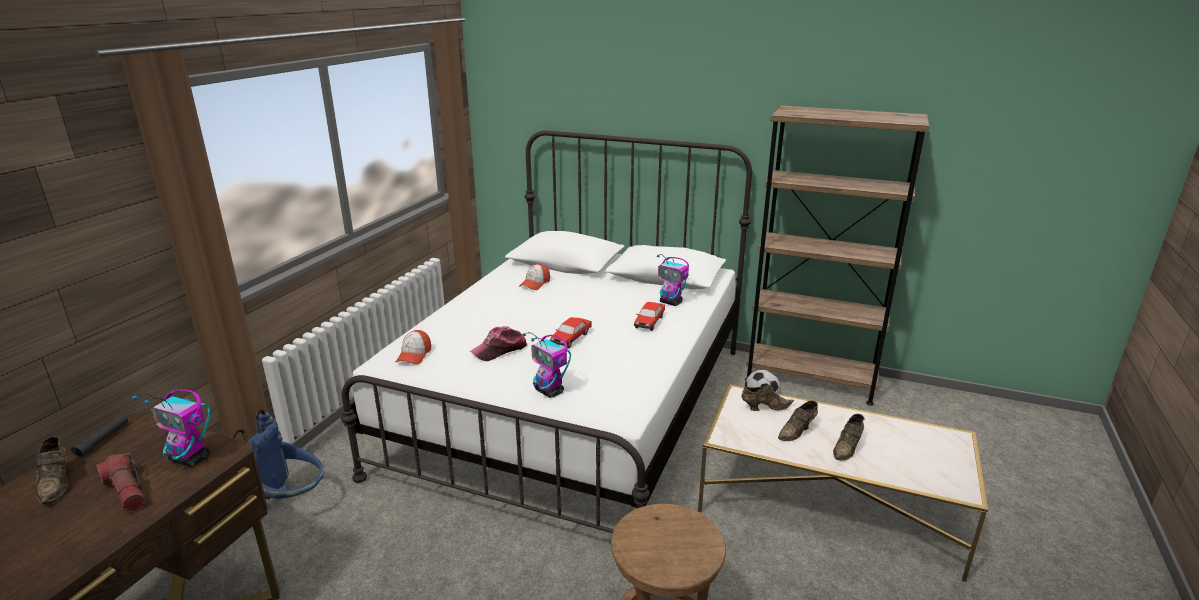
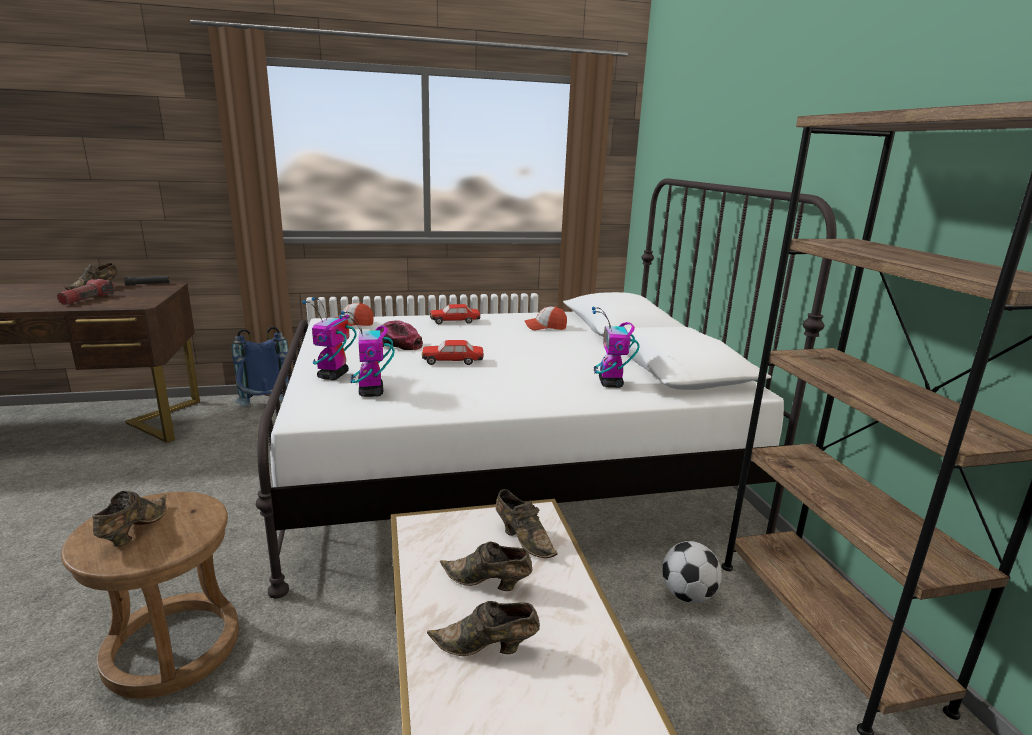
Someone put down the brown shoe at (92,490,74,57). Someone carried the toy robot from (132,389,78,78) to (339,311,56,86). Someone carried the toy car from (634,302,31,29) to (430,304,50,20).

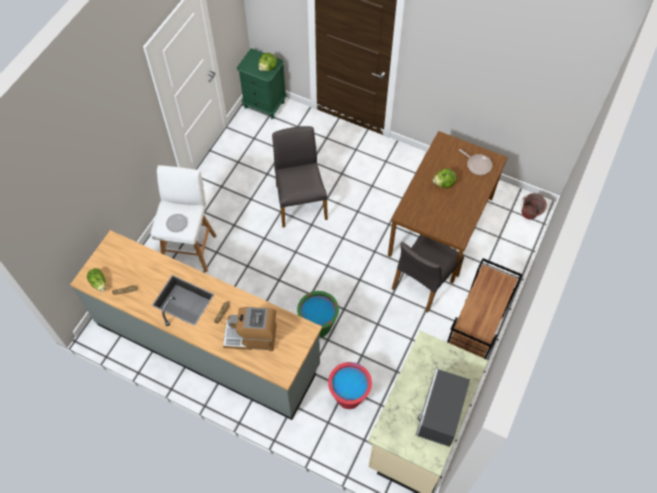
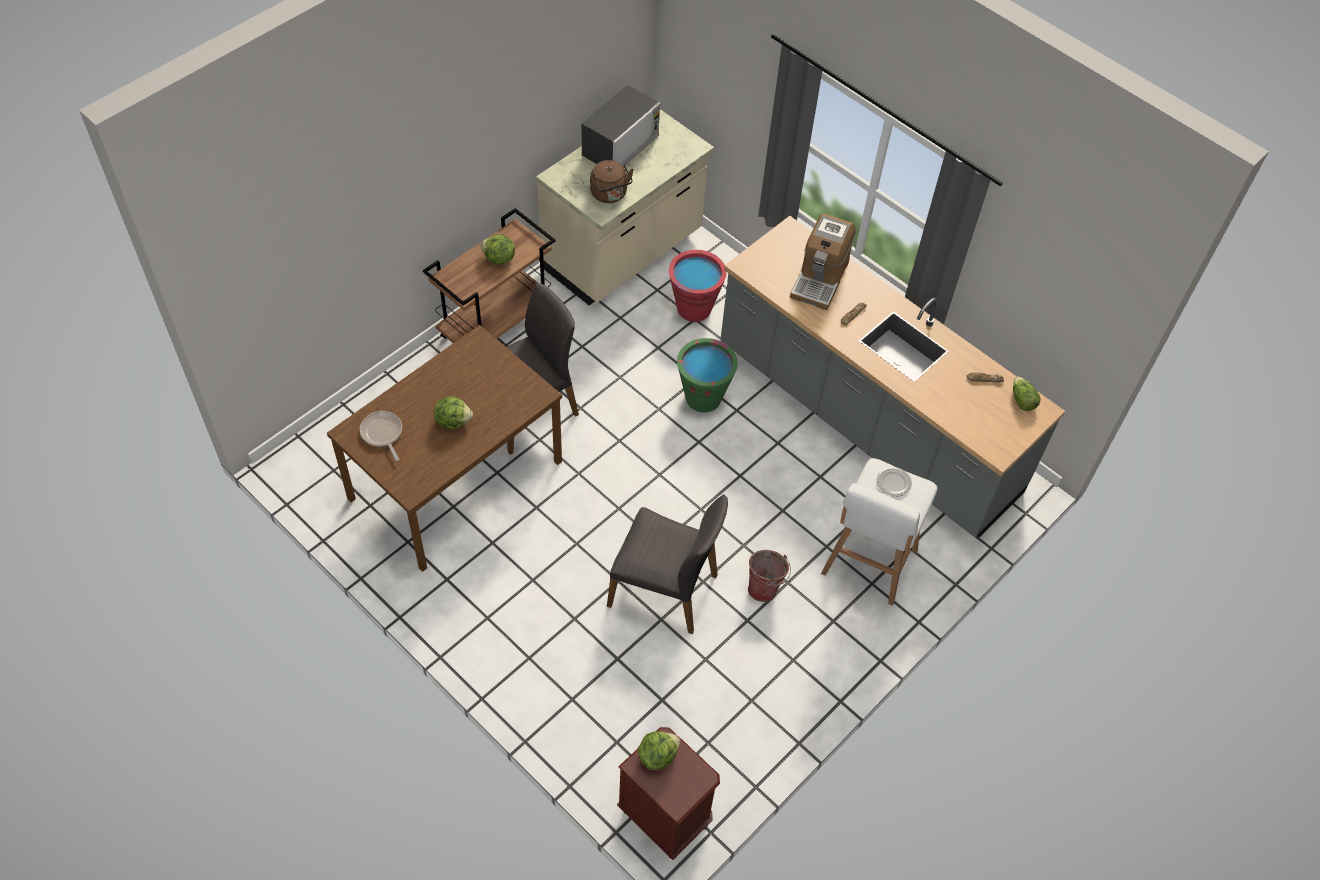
Someone put down the lettuce at (480,235,35,29). Someone put down the brown kettle at (590,160,44,43). Someone rotated the grey chair at (272,126,56,102) by 75 degrees counterclockwise. Someone repainted the green nightstand at (237,48,50,71), which became the brown nightstand at (617,727,103,133). Someone carried the bucket from (521,193,26,26) to (748,550,43,52). Someone rotated the coffee machine at (223,307,54,44) by 90 degrees clockwise.

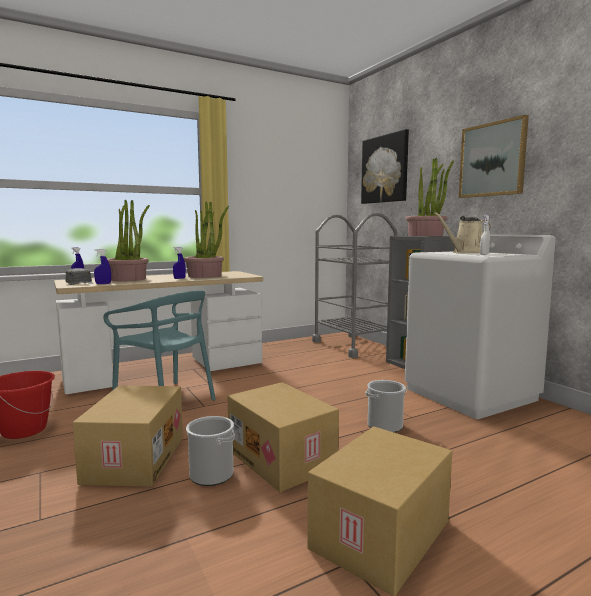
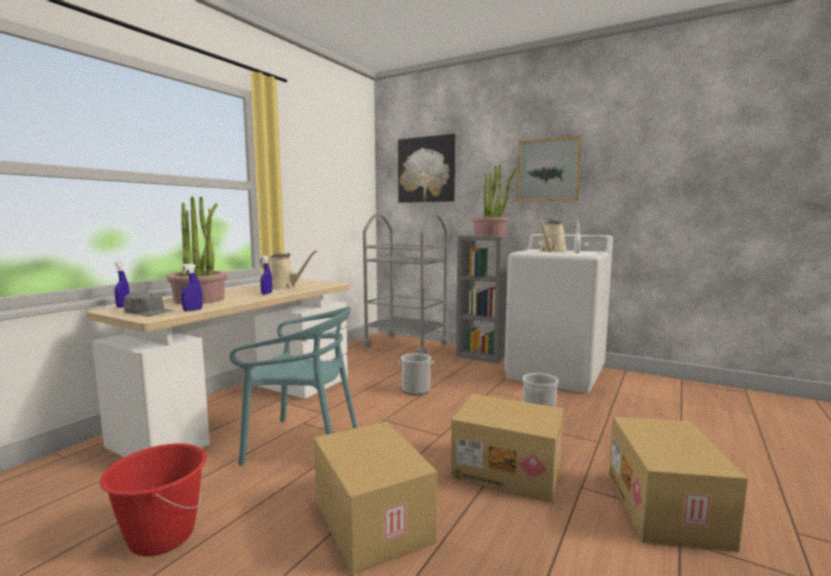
Someone swapped the potted plant at (184,201,45,77) for the beige watering can at (260,250,57,40). Someone carried the bucket from (186,416,49,70) to (398,353,36,42).

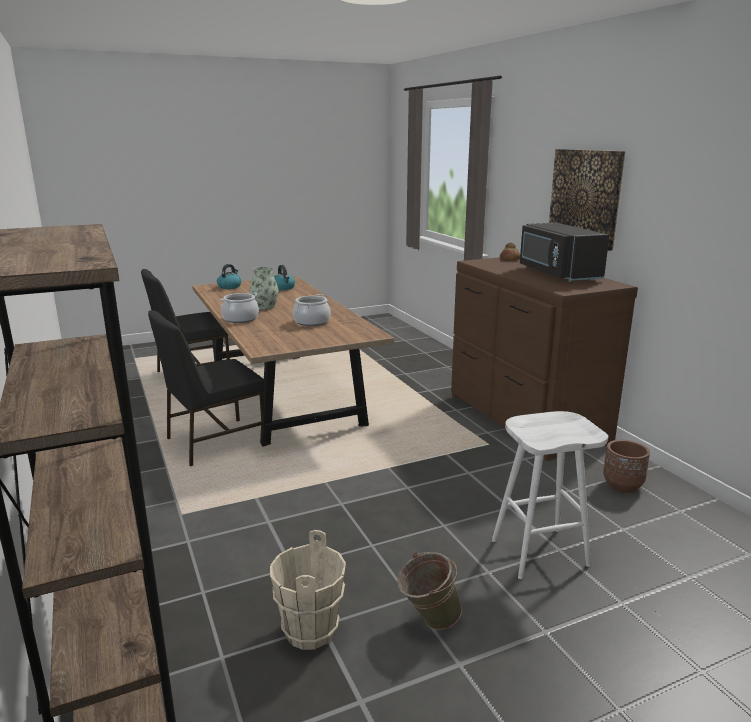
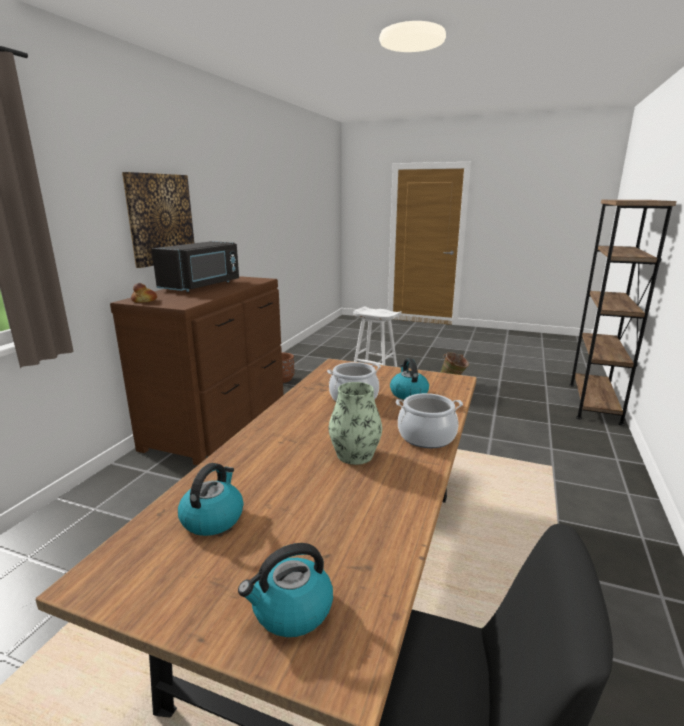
Someone put down the kettle at (390,358,39,42). Someone took away the black chair at (148,310,119,156). Someone took away the beige bucket at (270,530,76,120).

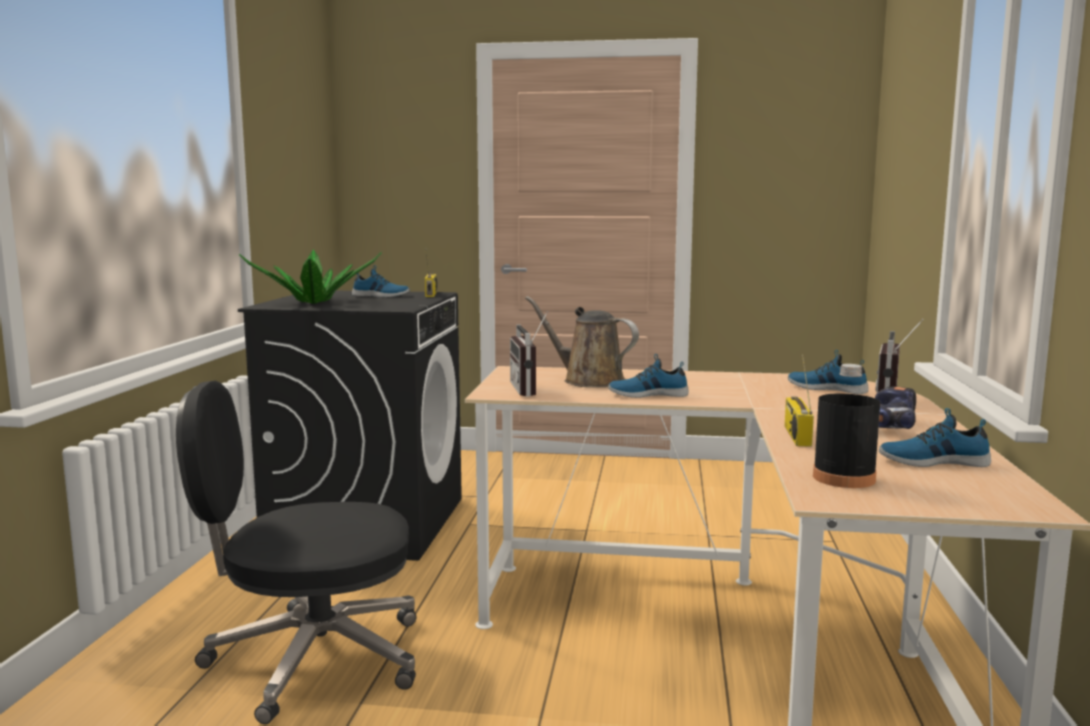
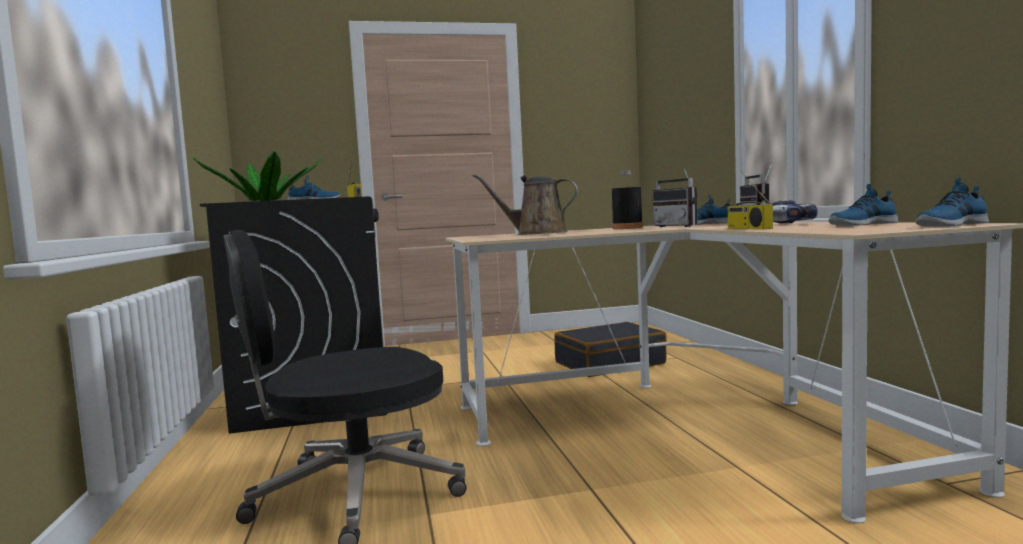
Someone put down the black suitcase at (554,322,113,55). Someone carried the black bottle from (813,364,67,124) to (612,170,31,59). Someone carried the radio from (510,311,38,86) to (652,167,46,60). Someone carried the shoe from (608,354,81,44) to (916,178,73,48).

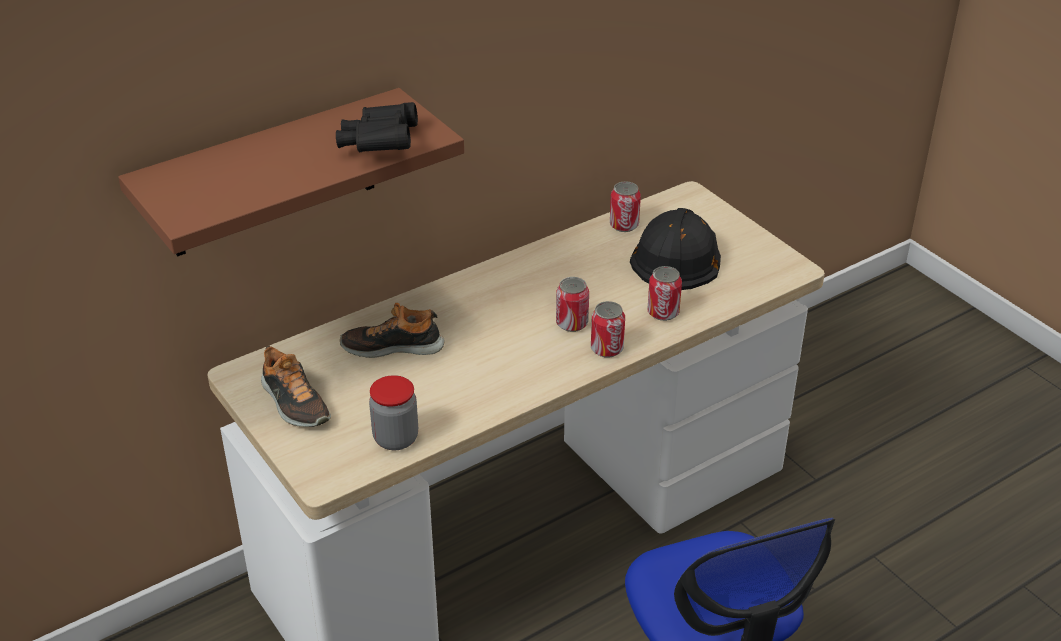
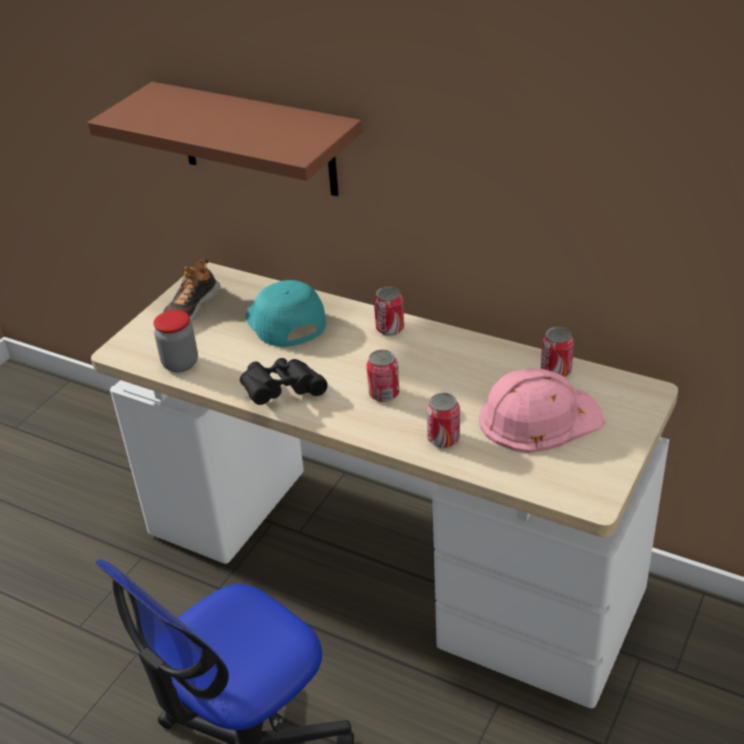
Someone carried the black binoculars from (336,102,82,50) to (240,358,88,47). Someone swapped the shoe at (340,303,105,55) for the turquoise cap at (246,280,80,67). Someone carried the can from (591,301,34,57) to (374,286,30,50). Someone repainted the black hard hat at (630,208,91,82), which became the pink hard hat at (479,368,126,85).

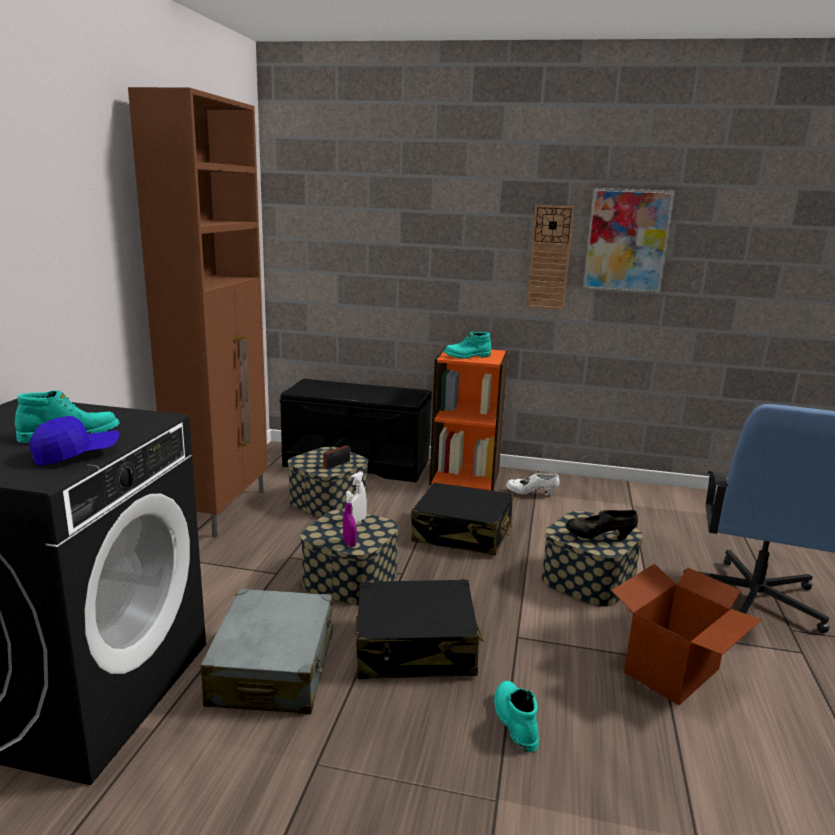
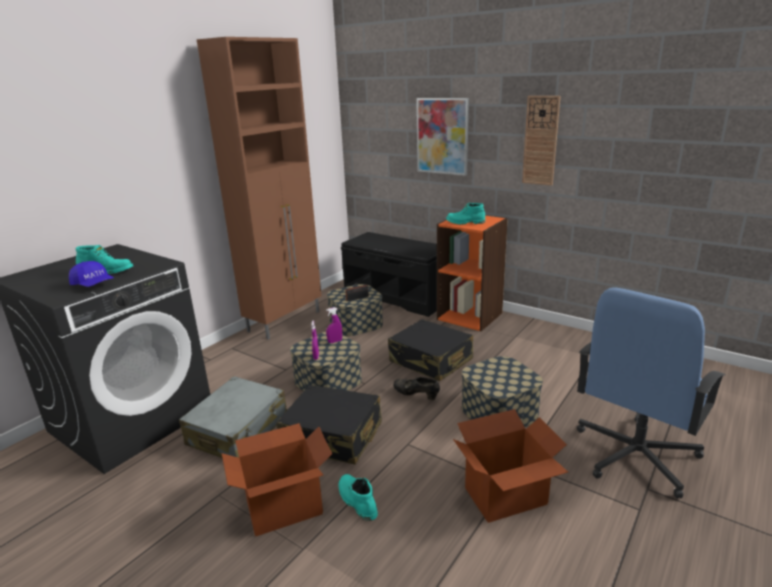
Someone rotated the blue cap at (30,416,90,50) by 45 degrees clockwise. Someone put down the cardboard box at (222,423,110,113). Someone repainted the white spray bottle at (351,472,16,51), which became the purple spray bottle at (326,307,16,36). Someone rotated the turquoise boot at (494,681,45,71) by 45 degrees counterclockwise. Someone carried the black shoe from (566,510,72,30) to (393,377,47,23). Someone carried the picture from (583,188,92,105) to (417,98,52,78). Someone took away the white shoe at (506,473,53,23).

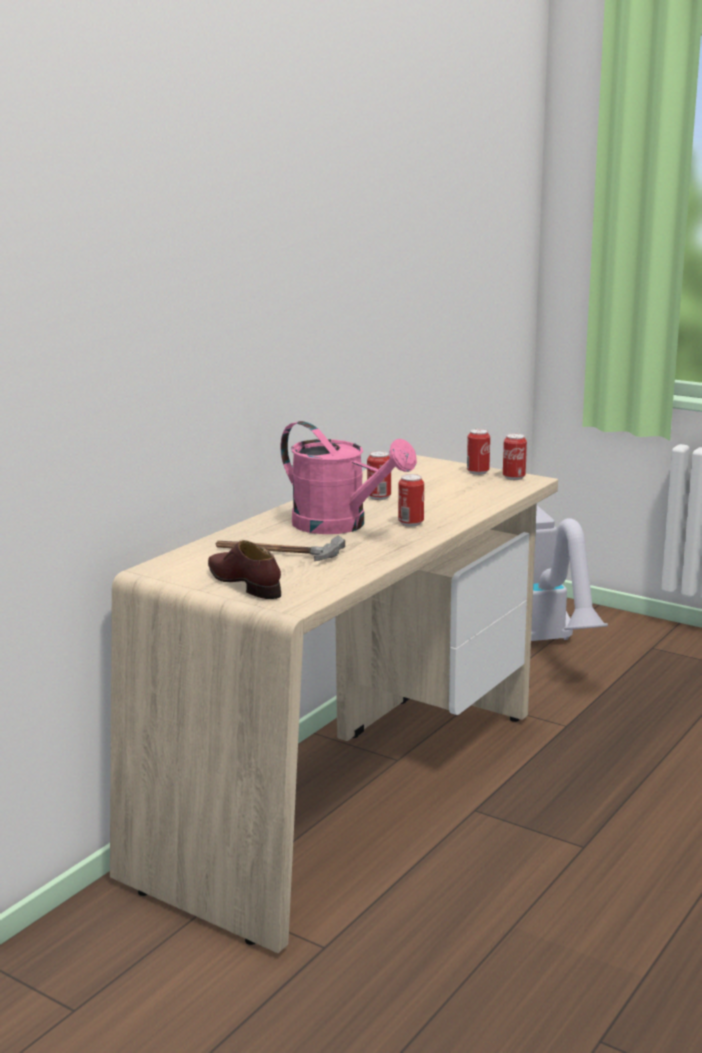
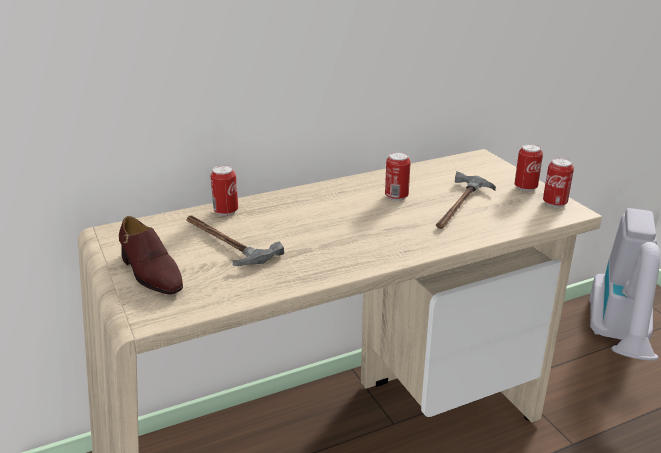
Someone rotated the brown shoe at (208,540,73,59) by 150 degrees clockwise. Someone carried the can from (398,474,26,53) to (211,165,27,51). Someone put down the hammer at (436,172,60,57). Someone took away the pink watering can at (281,421,136,113).

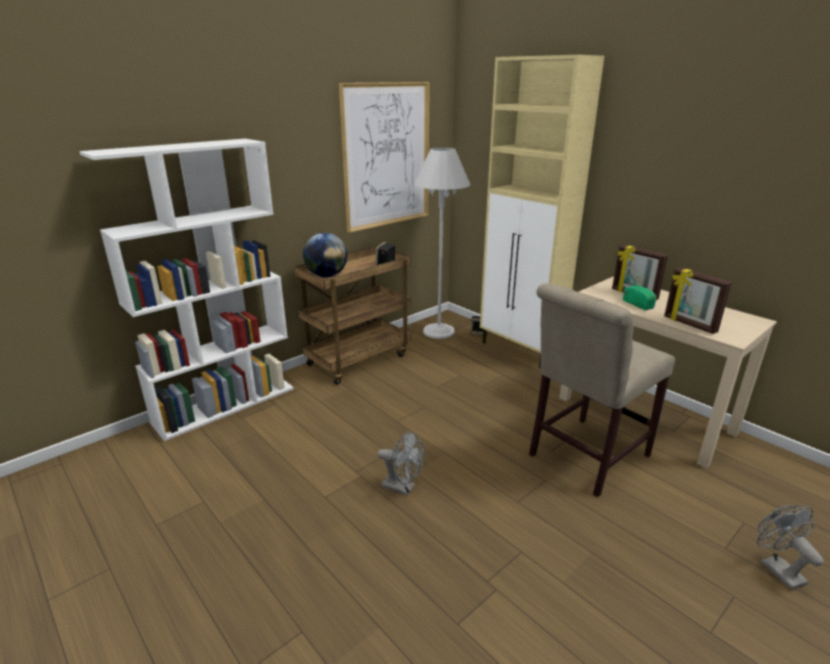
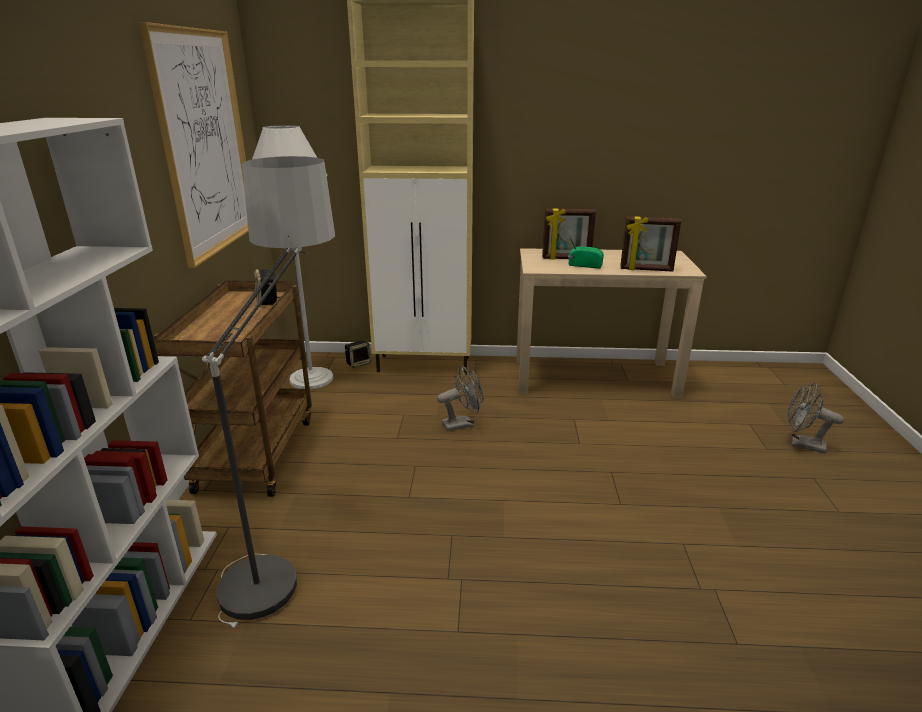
Someone put down the floor lamp at (202,156,133,472). Someone carried the grey fan from (377,431,47,65) to (437,365,46,66). Someone took away the globe at (303,233,45,44). Someone took away the beige chair at (529,283,146,214).

